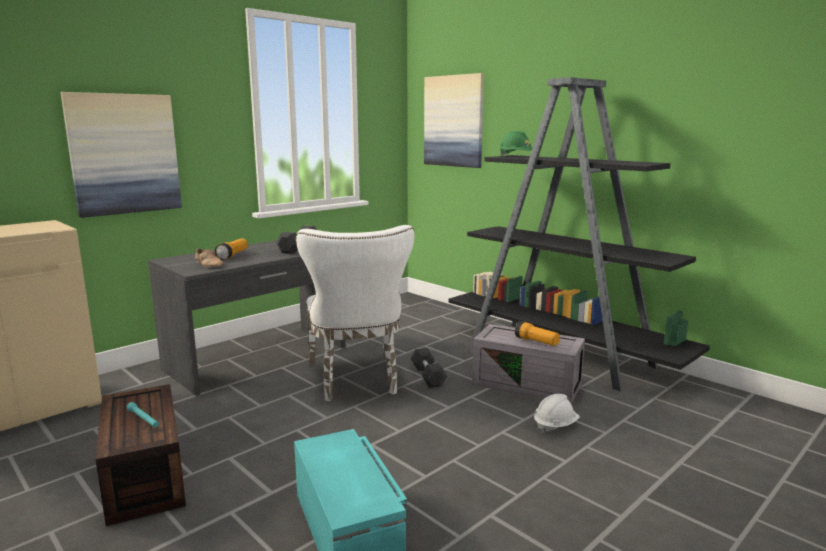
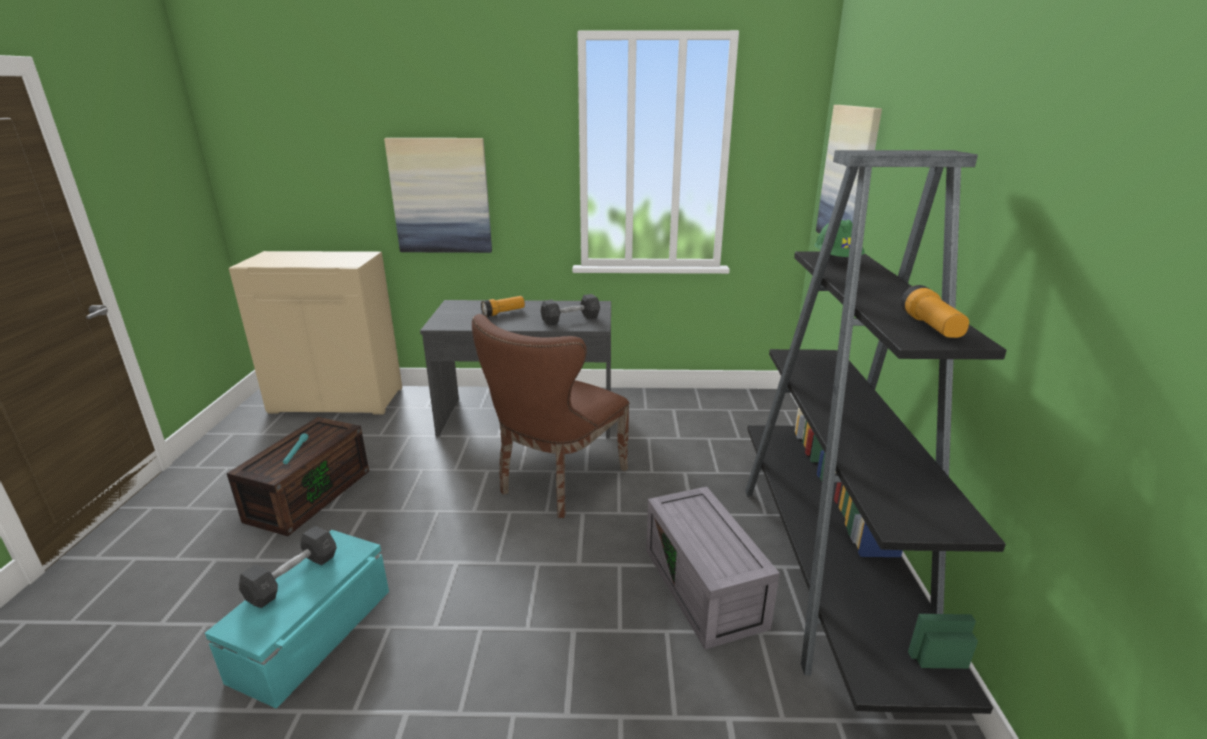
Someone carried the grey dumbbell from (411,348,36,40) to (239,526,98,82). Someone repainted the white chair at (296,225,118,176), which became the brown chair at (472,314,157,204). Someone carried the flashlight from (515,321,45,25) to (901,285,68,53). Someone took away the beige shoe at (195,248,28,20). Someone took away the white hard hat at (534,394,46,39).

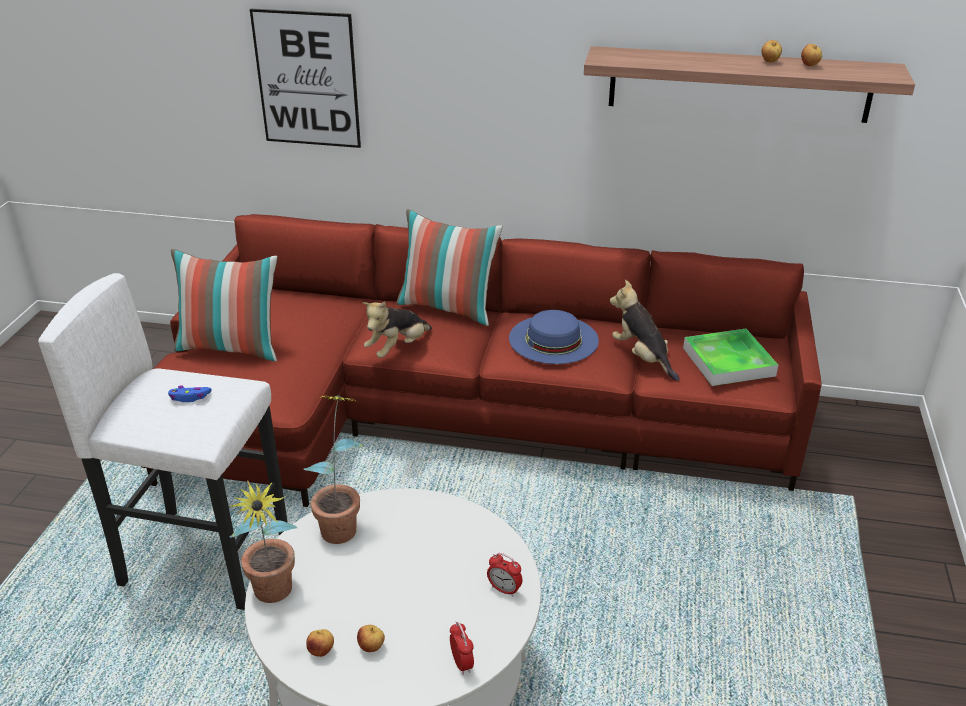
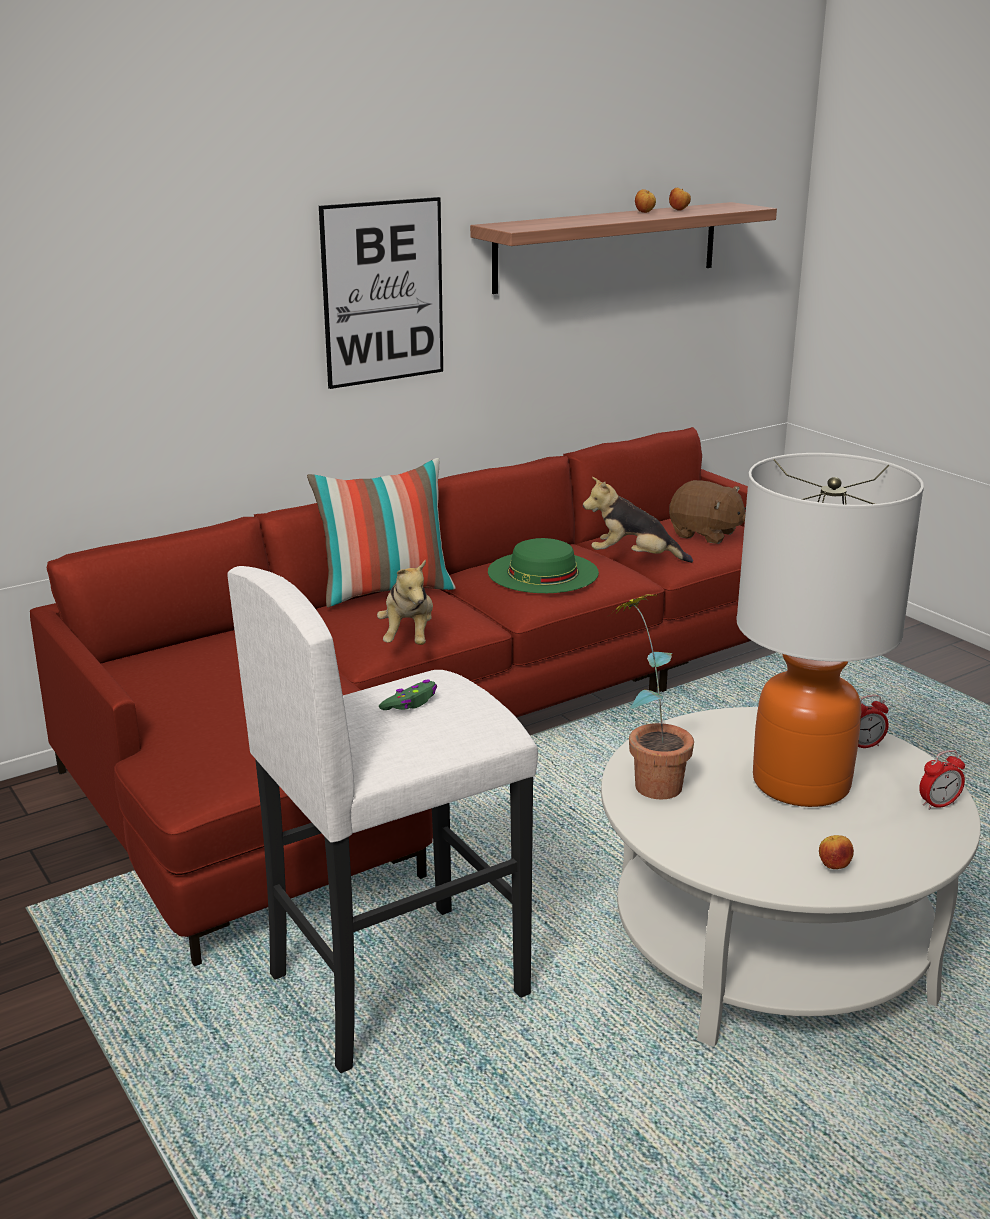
Someone carried the picture from (250,8,111,140) to (319,197,124,192). Someone repainted the blue game controller at (168,386,44,16), which became the green game controller at (379,679,58,31). Someone repainted the blue hat at (509,310,90,54), which became the green hat at (488,538,111,55). Someone swapped the tray at (683,329,95,57) for the brown plush toy at (669,480,77,64). Someone put down the table lamp at (736,453,188,354). Someone rotated the alarm clock at (450,621,24,54) by 135 degrees clockwise. Someone took away the pillow at (171,249,106,112). Someone took away the potted plant at (229,480,69,123). Someone took away the apple at (357,625,28,27).

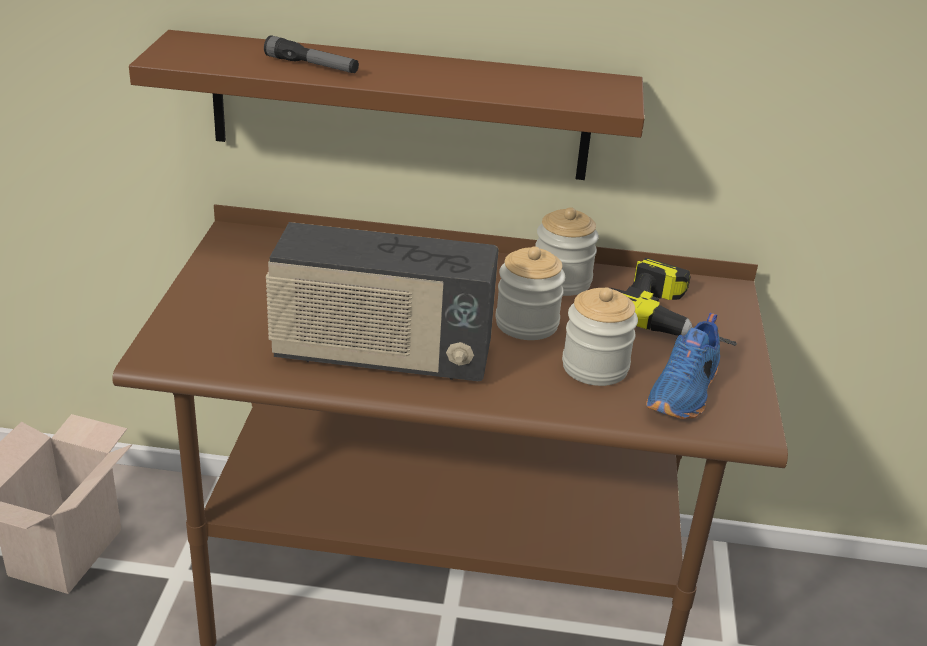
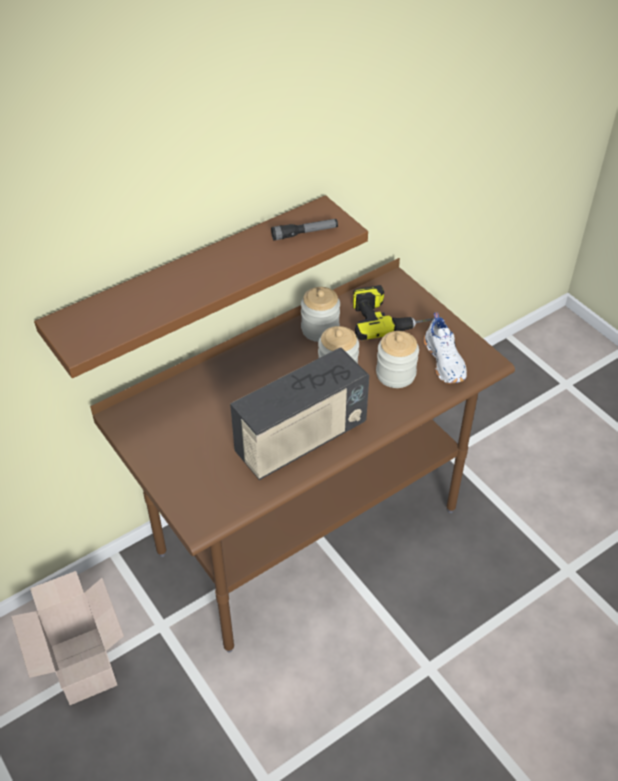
Someone carried the flashlight from (264,35,95,38) to (271,219,67,22). Someone repainted the blue shoe at (646,313,74,106), which became the white shoe at (424,312,43,72).

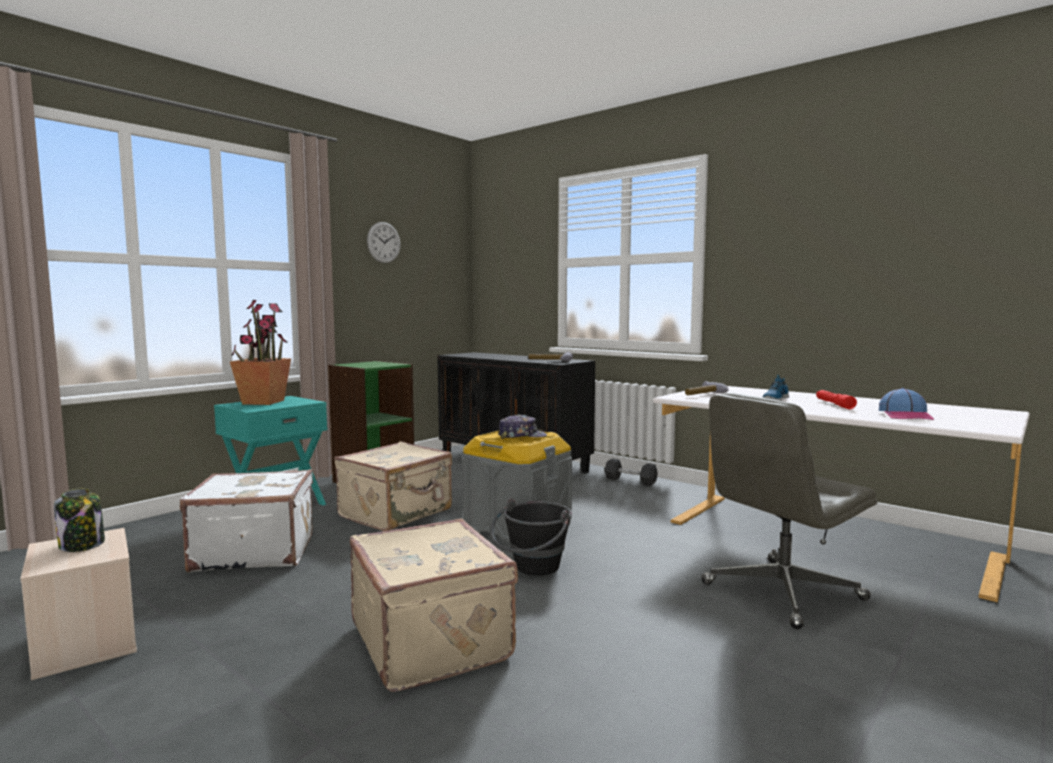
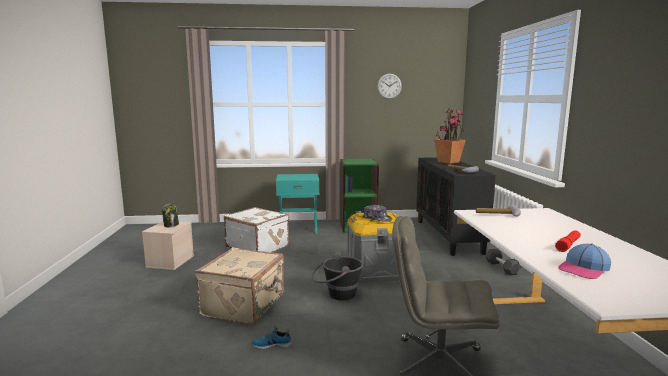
Someone carried the shoe from (762,375,27,26) to (251,326,41,23). Someone carried the potted plant from (230,300,61,105) to (434,108,32,56). Someone took away the beige suitcase at (334,442,118,89).

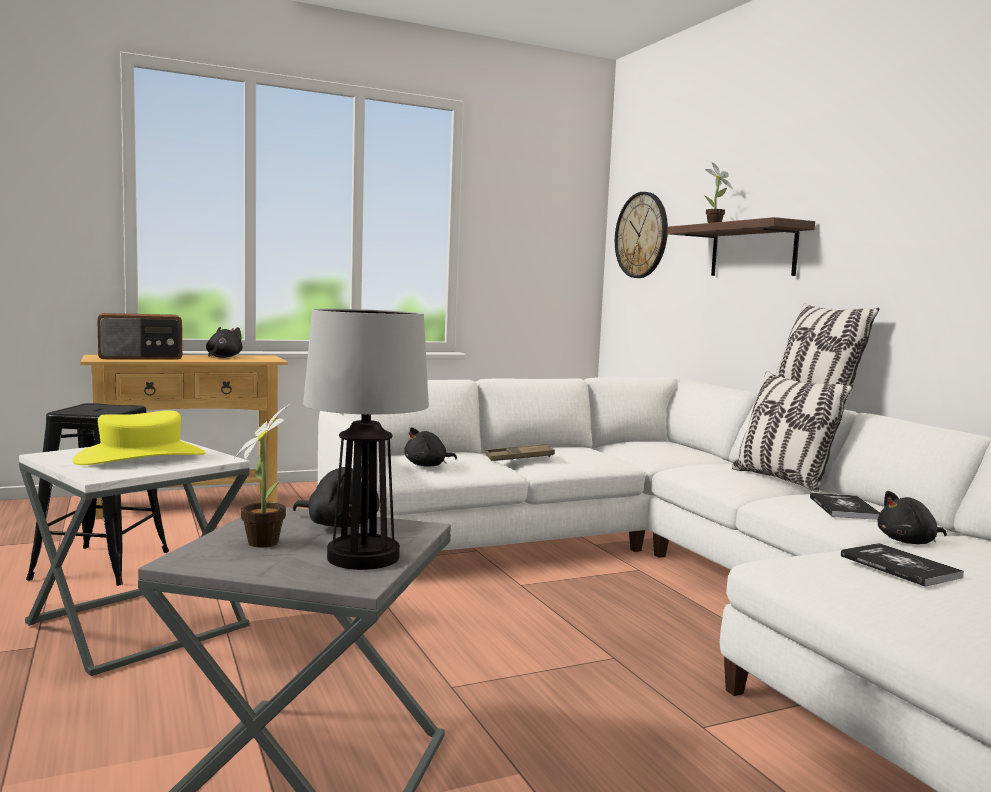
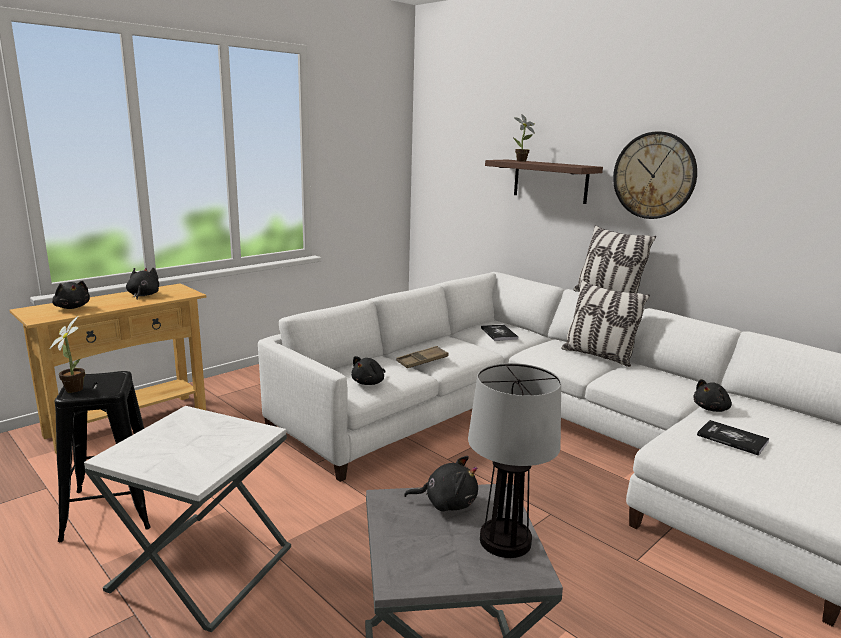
Someone carried the potted plant from (235,404,54,144) to (50,317,35,76). Someone swapped the radio at (97,313,85,46) for the black plush toy at (52,281,38,28). Someone carried the book from (810,493,70,27) to (481,325,38,16). Someone carried the wall clock from (615,192,53,86) to (613,132,84,87). Someone took away the yellow hat at (72,411,133,54).

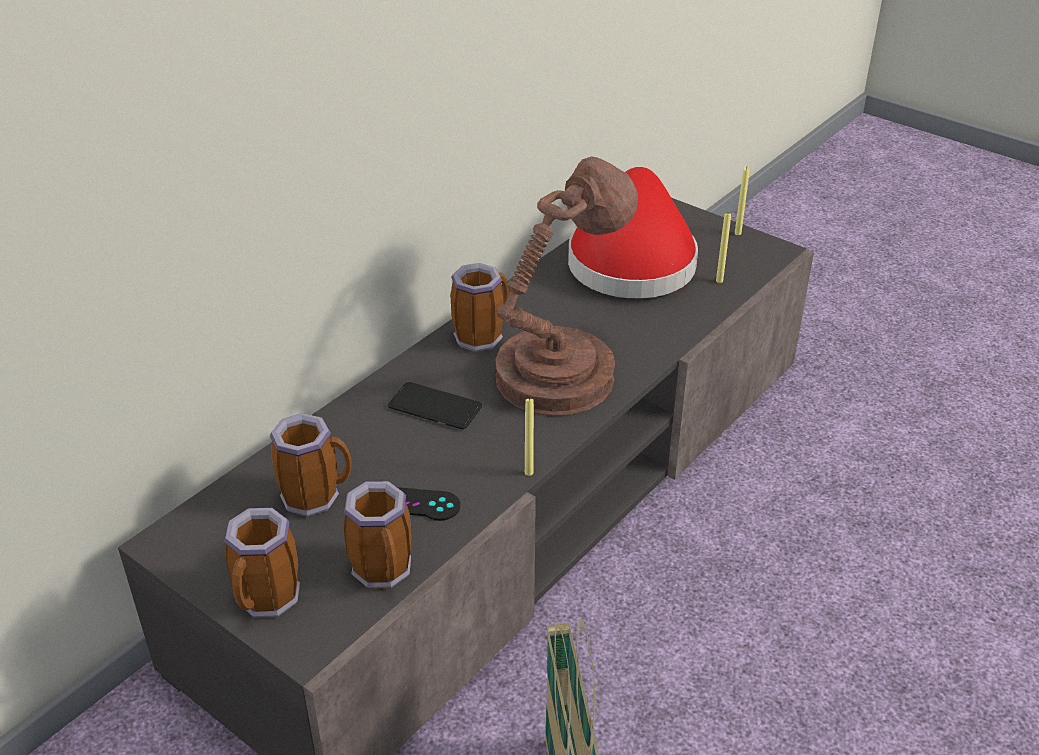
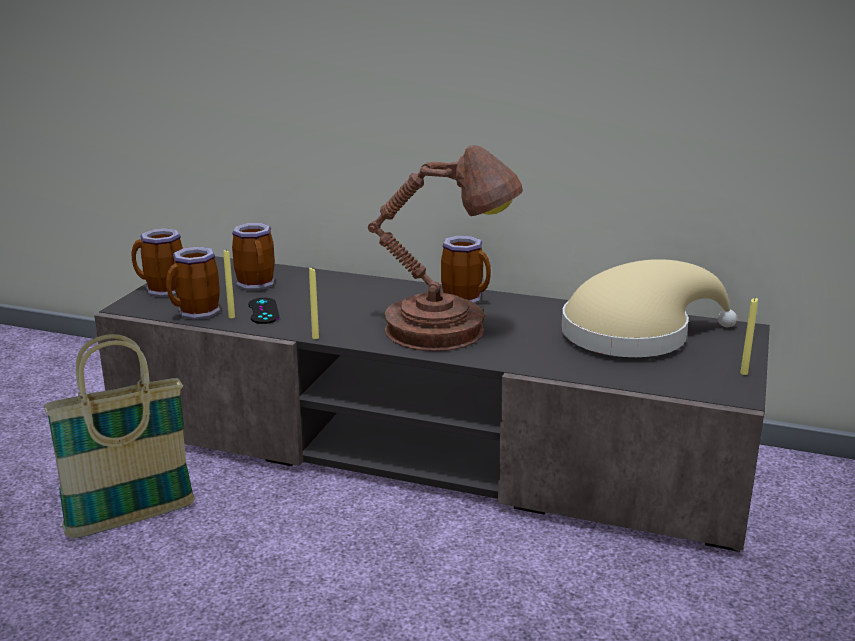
Someone carried the yellow candle from (716,213,15,70) to (223,250,12,68). Someone repainted the red hat at (568,167,130,132), which became the beige hat at (562,259,175,98). Someone took away the phone at (388,382,94,47).

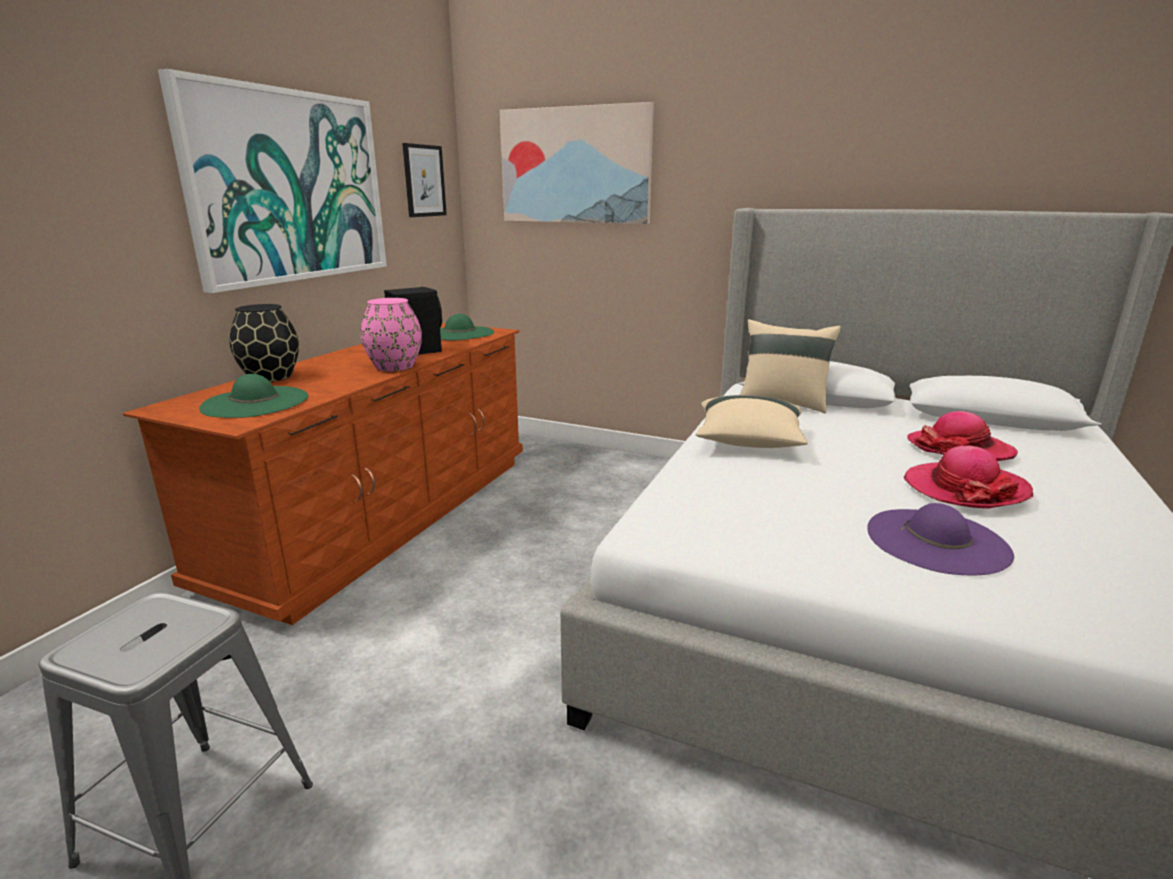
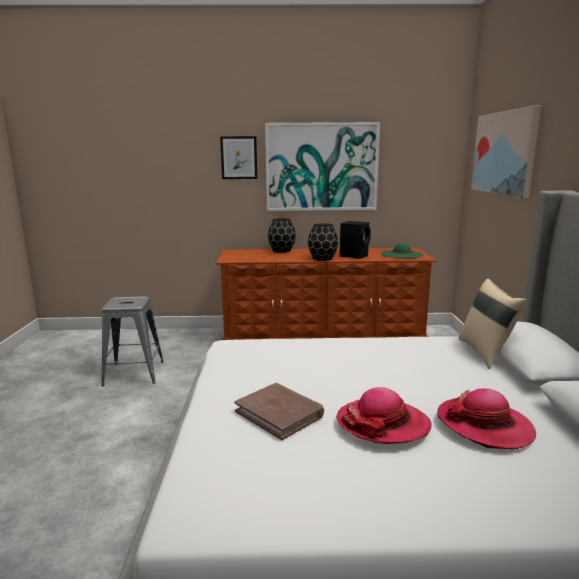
Someone carried the picture from (402,143,45,74) to (220,136,37,43). Someone swapped the purple hat at (867,503,147,72) for the brown book at (235,383,89,57). Someone repainted the pink vase at (361,298,61,73), which became the black vase at (308,223,30,38). Someone took away the green hat at (199,374,110,44). Someone took away the beige pillow at (696,395,111,53).

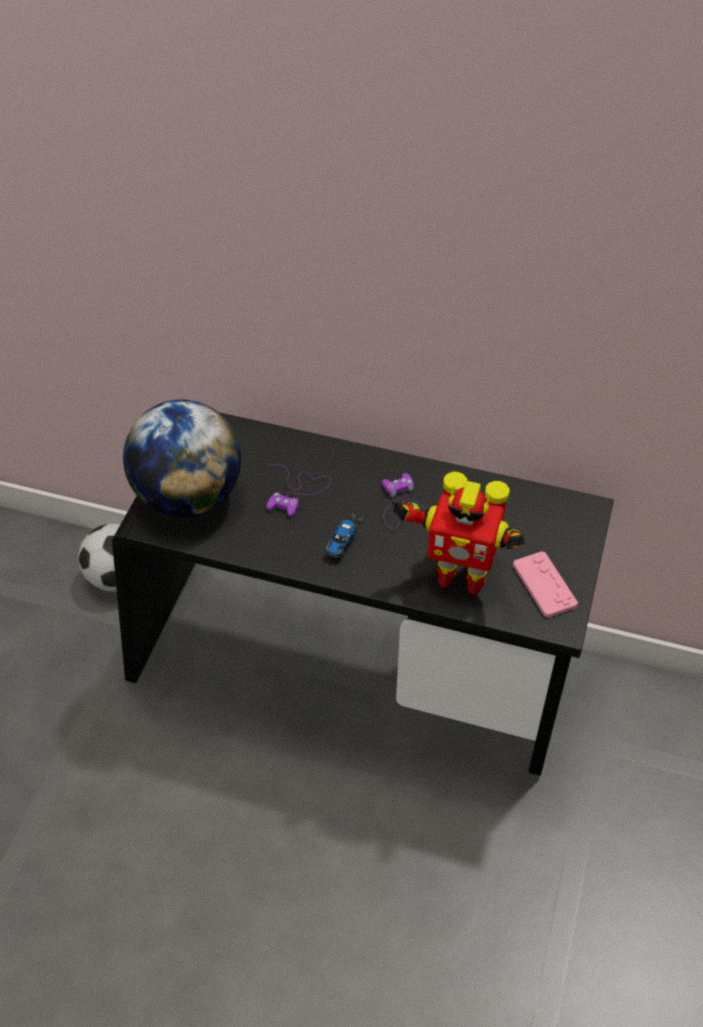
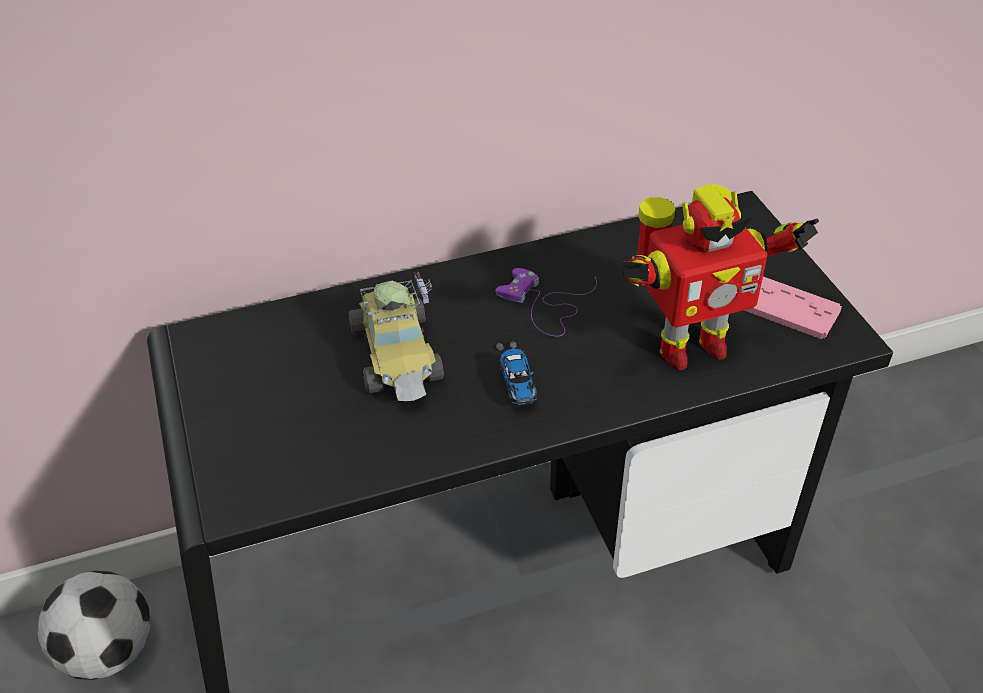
Someone swapped the purple game controller at (266,464,65,53) for the toy car at (349,272,95,129). Someone took away the globe at (123,400,118,117).

